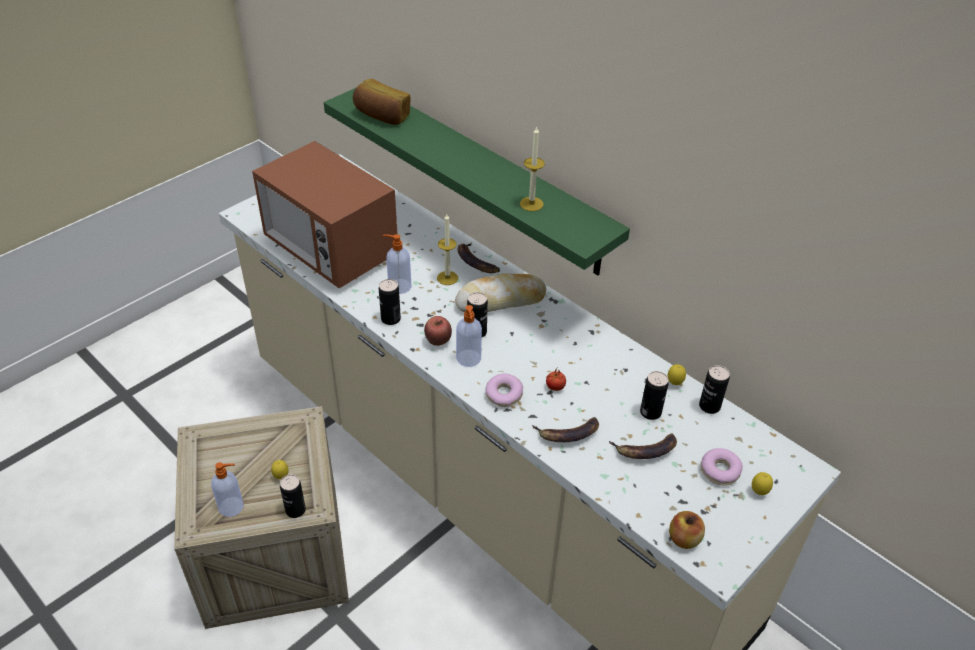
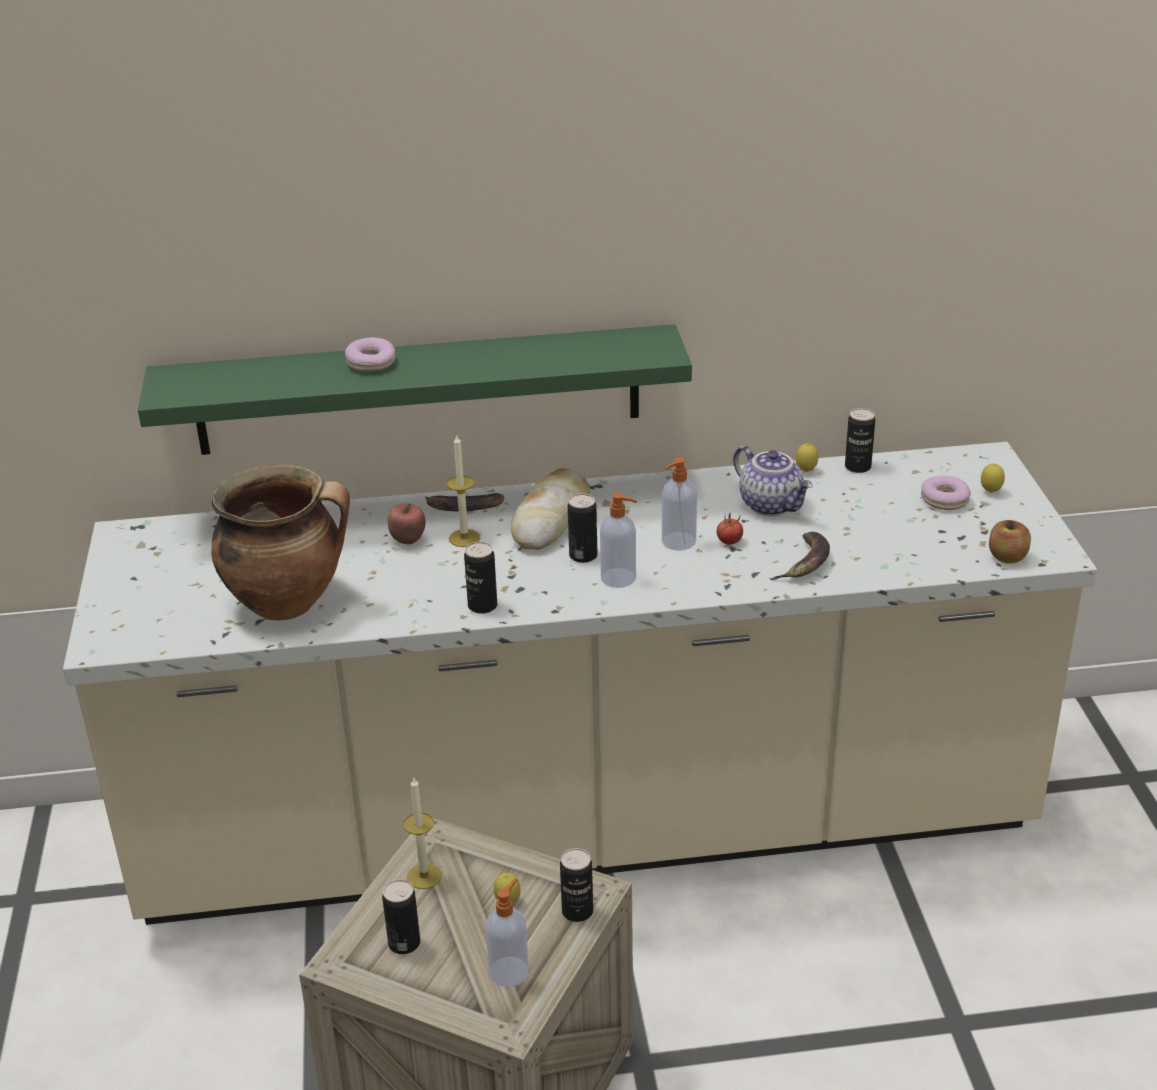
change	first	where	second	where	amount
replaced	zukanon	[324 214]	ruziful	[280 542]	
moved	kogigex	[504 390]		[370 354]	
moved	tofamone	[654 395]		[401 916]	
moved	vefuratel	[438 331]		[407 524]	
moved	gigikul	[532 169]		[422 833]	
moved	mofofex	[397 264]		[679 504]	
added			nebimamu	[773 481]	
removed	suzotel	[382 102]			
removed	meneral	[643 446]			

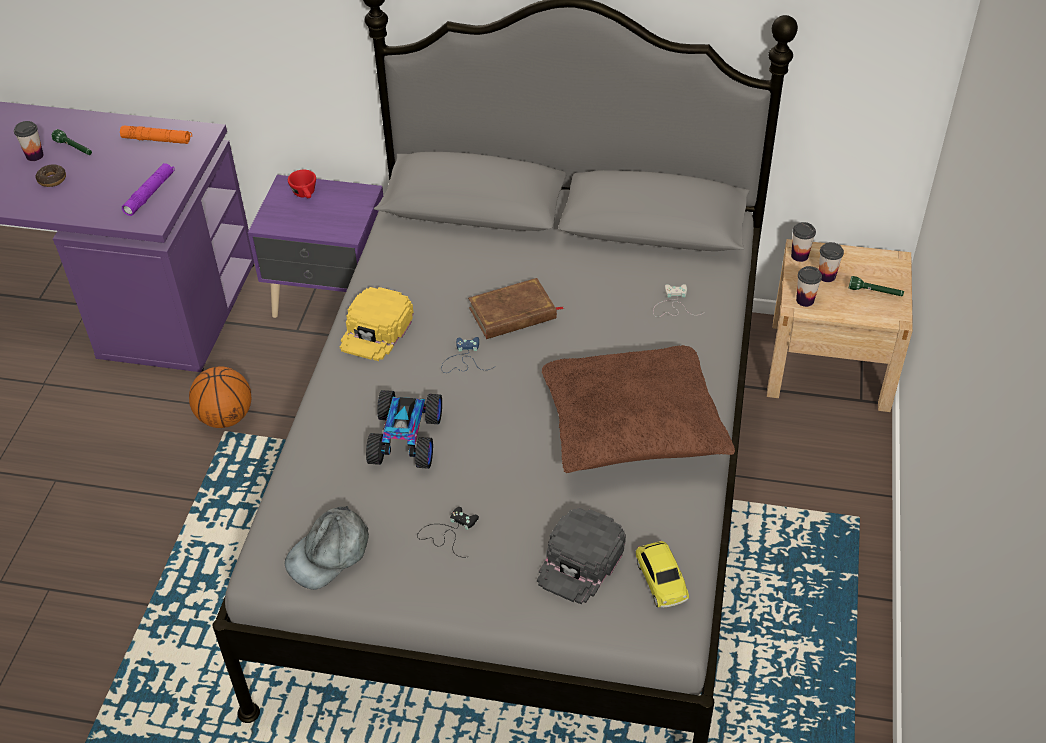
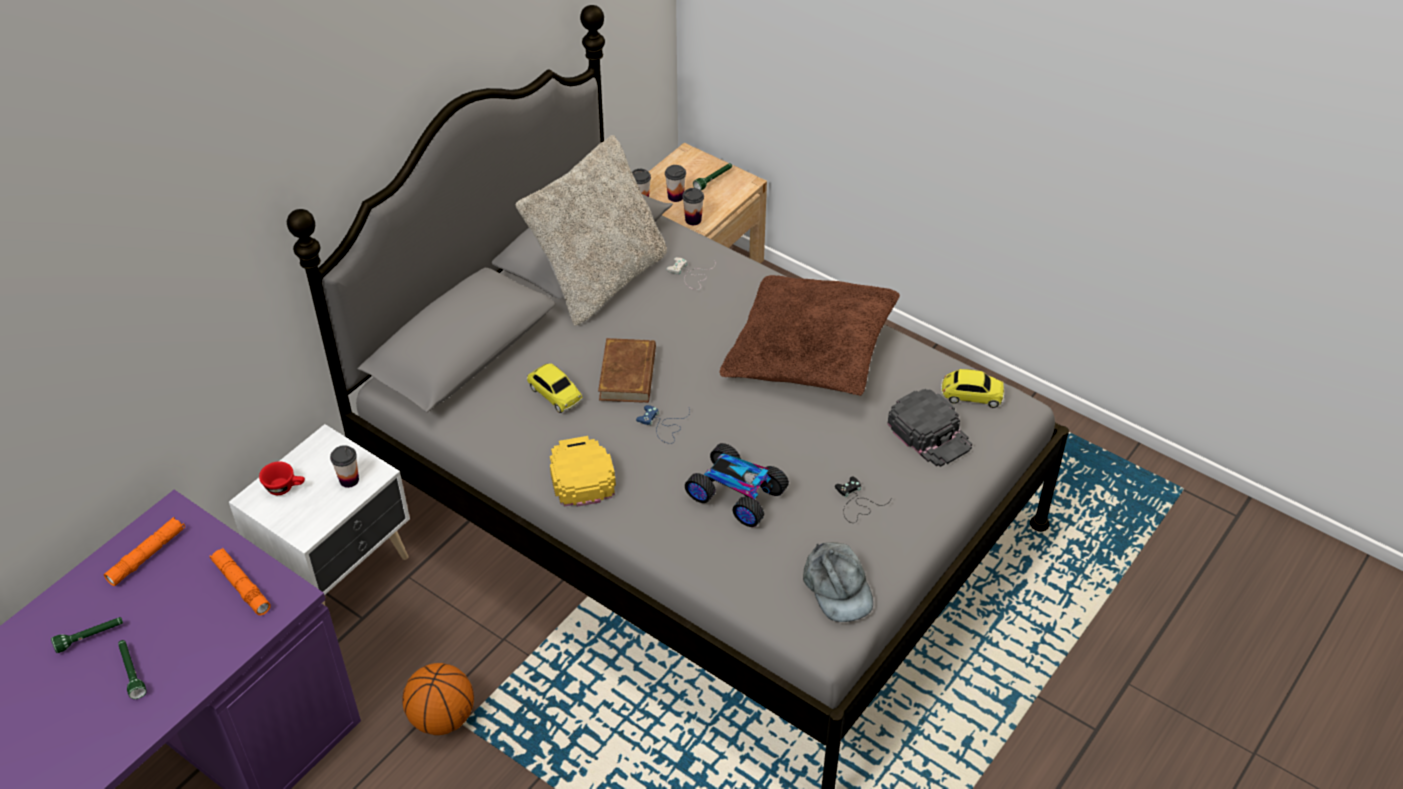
change	first	where	second	where	amount
replaced	kogigex	[50 175]	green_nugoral	[132 669]	
recoloured	purple_nugoral	[148 189]	orange_nugoral	[240 581]	
recoloured	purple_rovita	[315 246]	white_rovita	[319 514]	
moved	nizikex	[29 141]		[344 466]	
added			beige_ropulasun	[591 230]	
added			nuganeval	[555 388]	
turned	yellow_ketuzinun	[377 324]		[583 471]	150 degrees counterclockwise

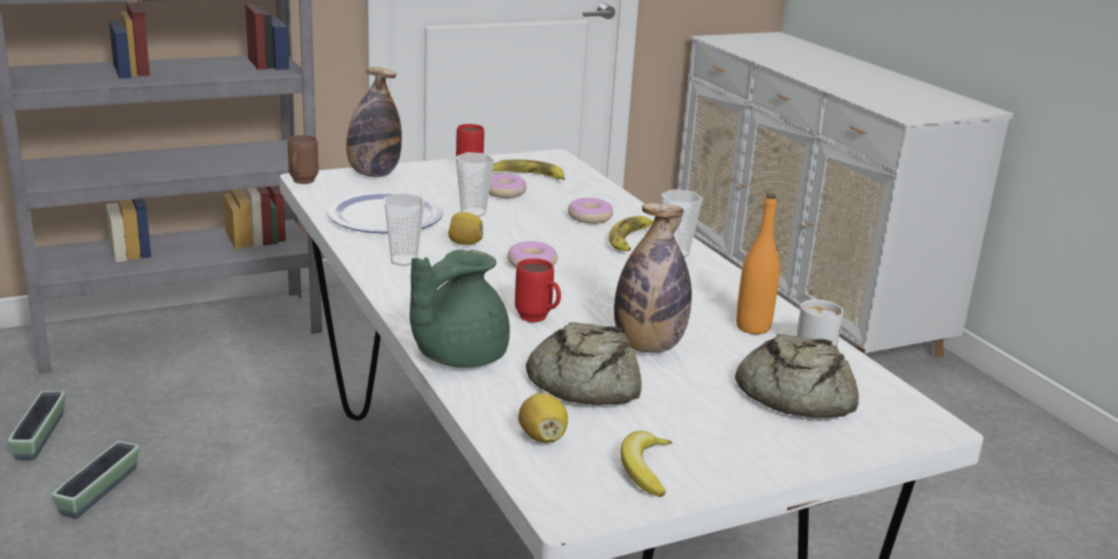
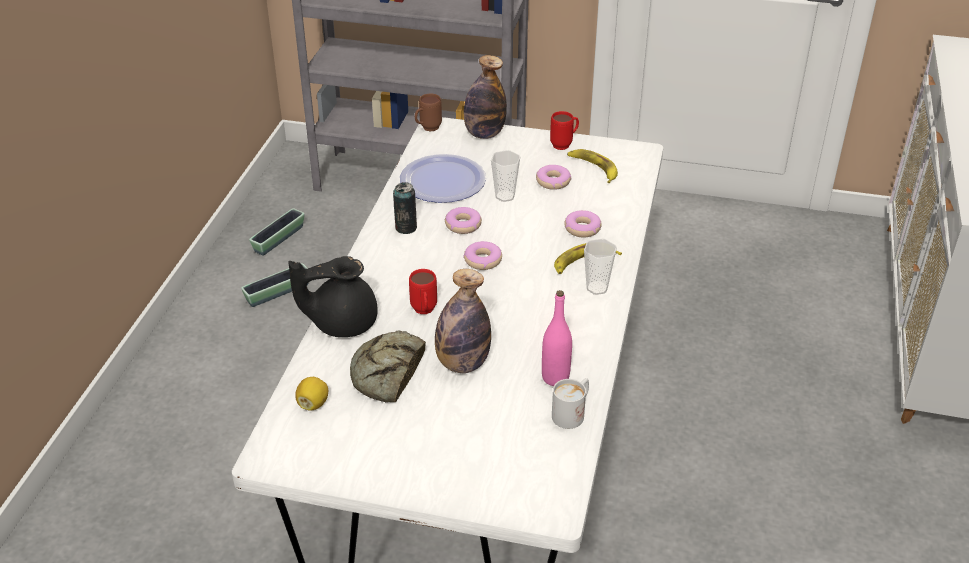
change	first	where	second	where	amount
recoloured	green_nebimamu	[460 309]	black_nebimamu	[333 296]	
replaced	nizikex	[404 229]	tofamone	[405 208]	
replaced	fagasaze	[465 228]	kogigex	[463 220]	
recoloured	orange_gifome	[758 263]	pink_gifome	[557 338]	
removed	meneral	[646 464]			
removed	suzotel	[797 376]			

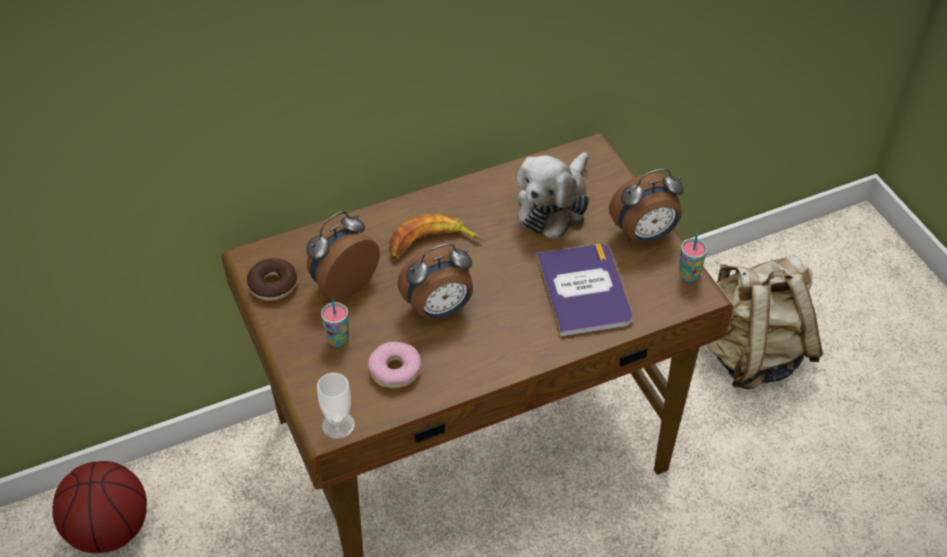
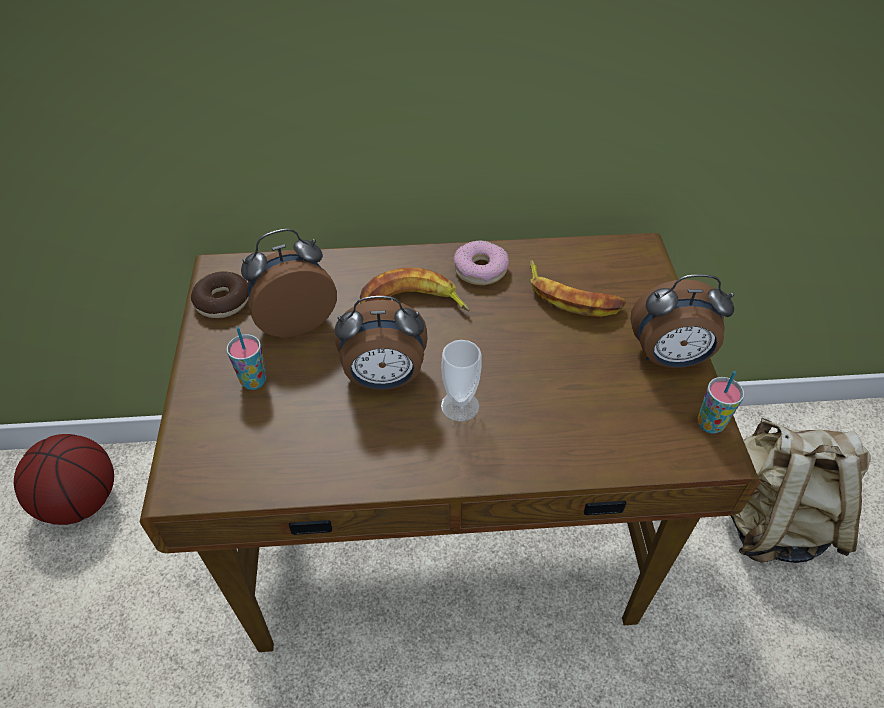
change	first	where	second	where	amount
moved	nizikex	[336 406]		[461 381]	
moved	kogigex	[394 365]		[481 262]	
replaced	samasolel	[553 196]	meneral	[578 288]	
removed	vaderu	[584 290]			

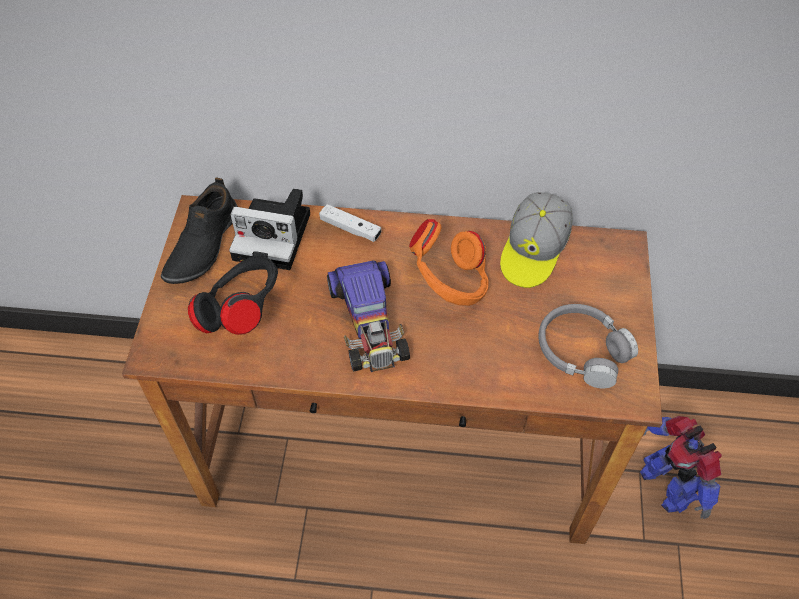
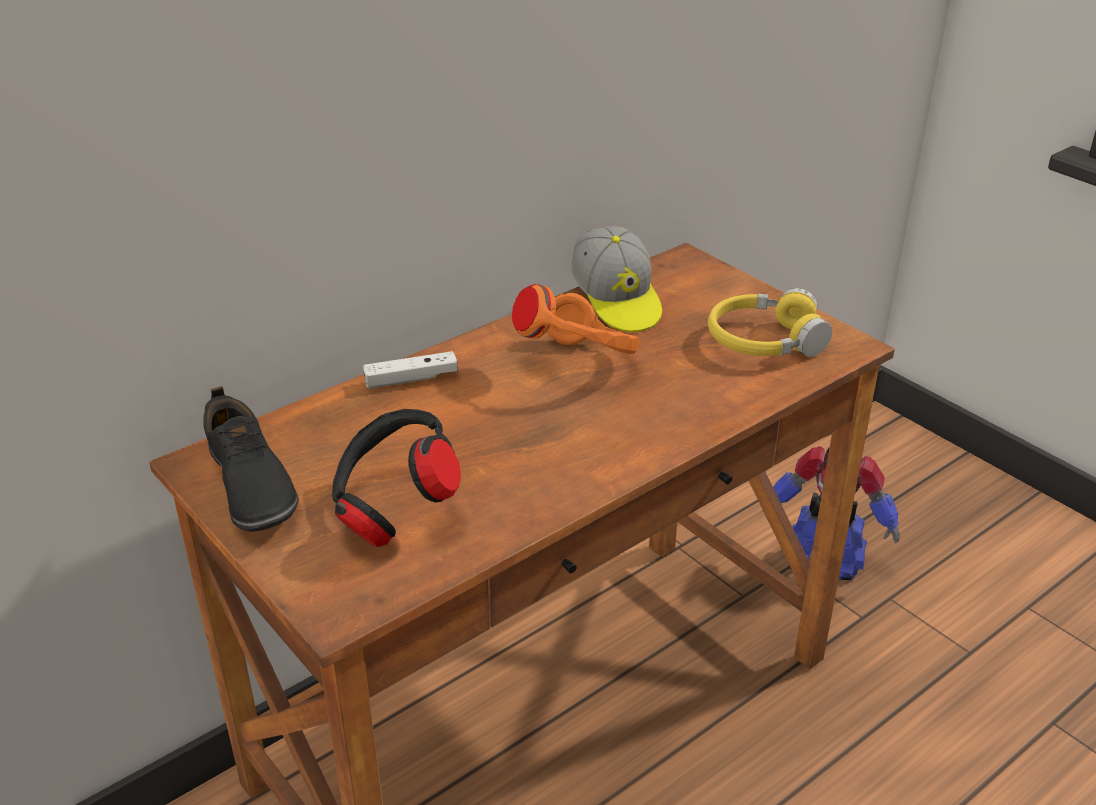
change	first	where	second	where	amount
recoloured	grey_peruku	[588 346]	yellow_peruku	[770 322]	
removed	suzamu	[269 229]			
removed	nuganeval	[368 316]			

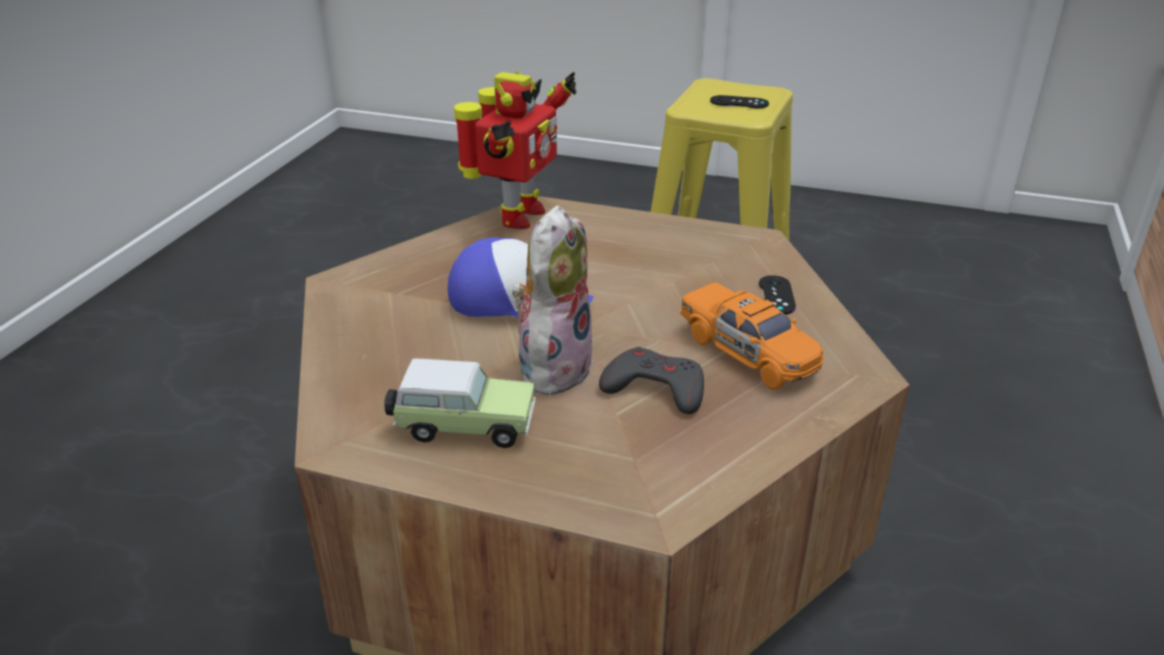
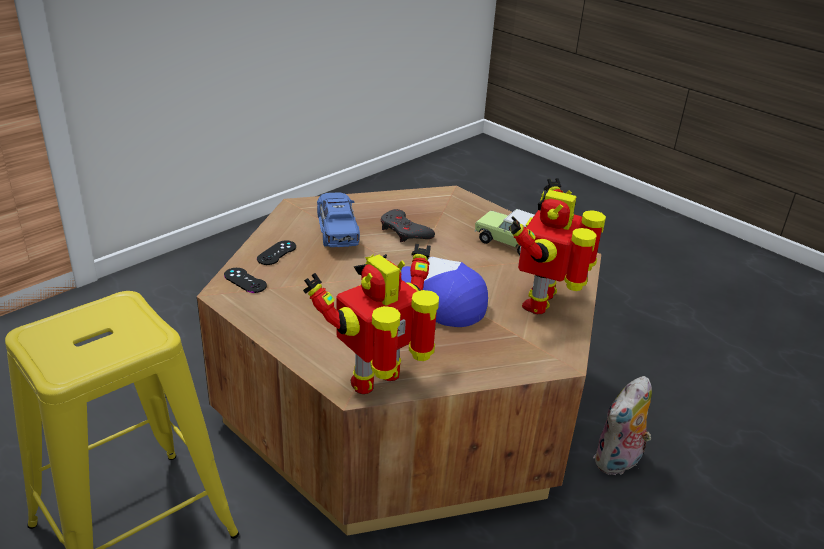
change	first	where	second	where	amount
moved	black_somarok	[739 101]		[245 280]	
recoloured	orange_nuganeval	[752 336]	blue_nuganeval	[338 219]	
added			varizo	[557 246]	
moved	samasolel	[553 300]		[623 425]	

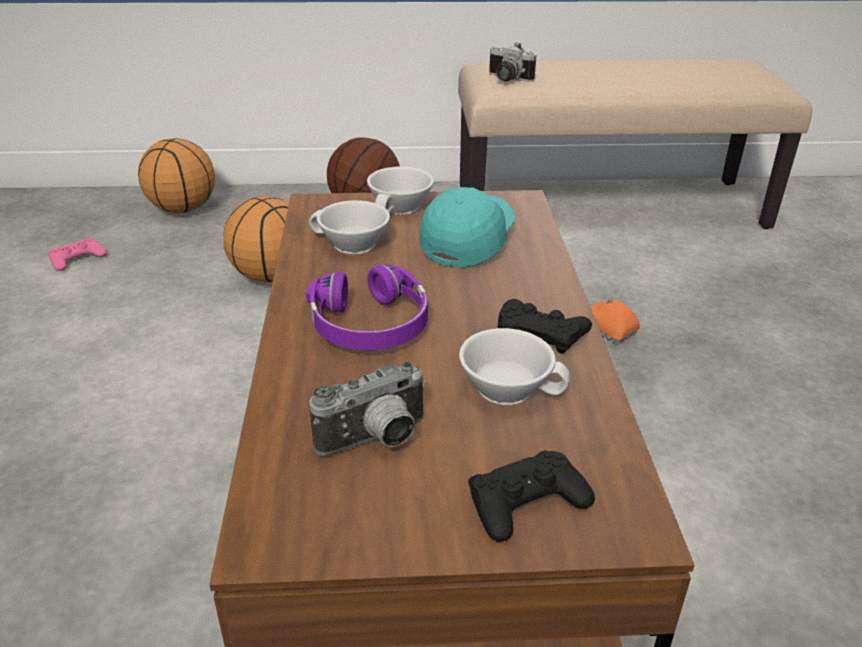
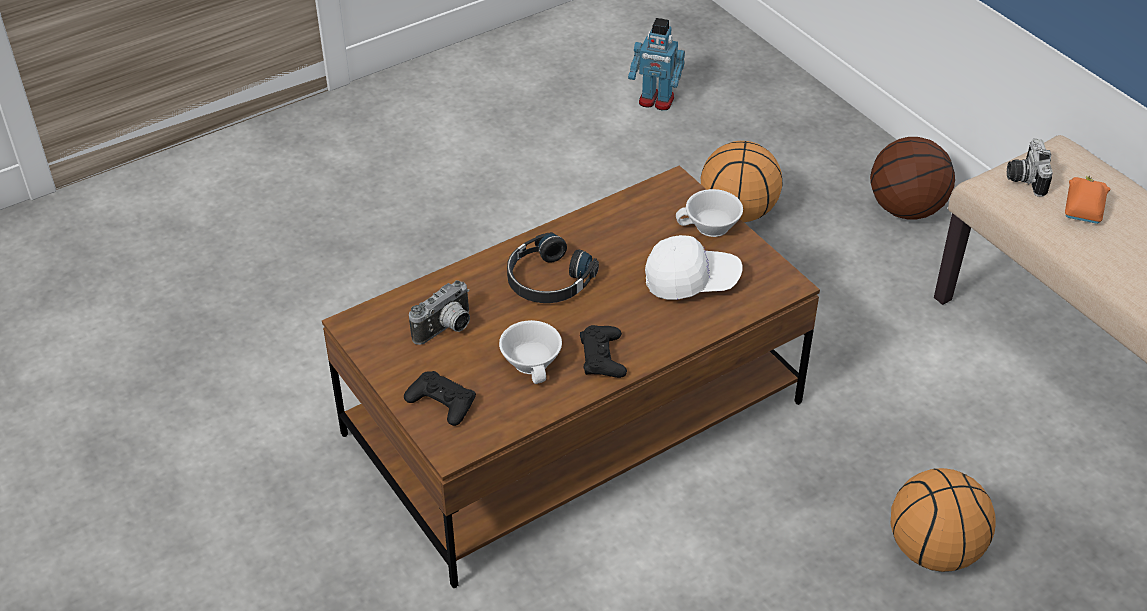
change	first	where	second	where	amount
turned	suzamu	[368 408]		[439 312]	75 degrees counterclockwise
recoloured	purple_peruku	[367 307]	black_peruku	[553 267]	
replaced	pink_somarok	[77 254]	varizo	[656 64]	
recoloured	turquoise_ketuzinun	[467 227]	white_ketuzinun	[694 267]	
moved	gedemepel	[176 175]		[943 520]	
moved	orange_nuganeval	[615 321]		[1087 199]	
removed	white_nizikex	[349 227]			

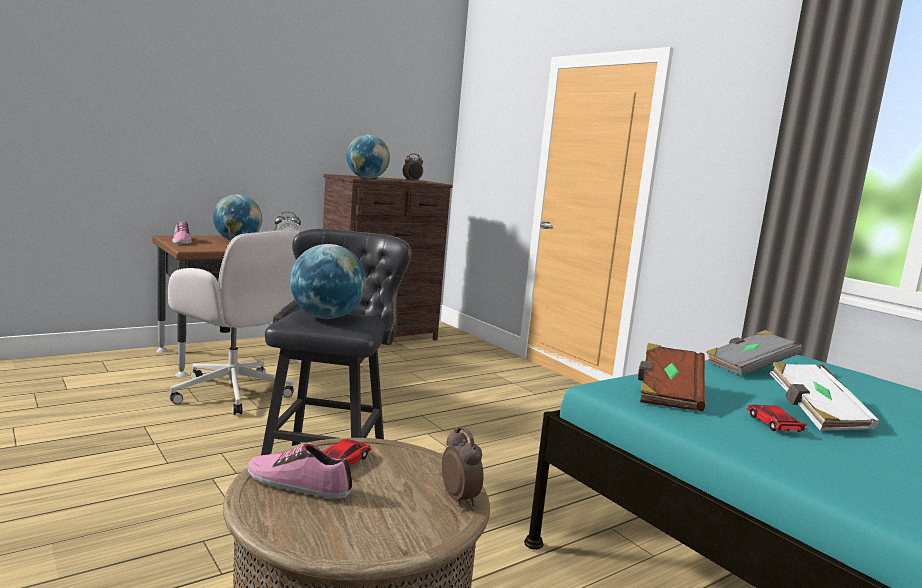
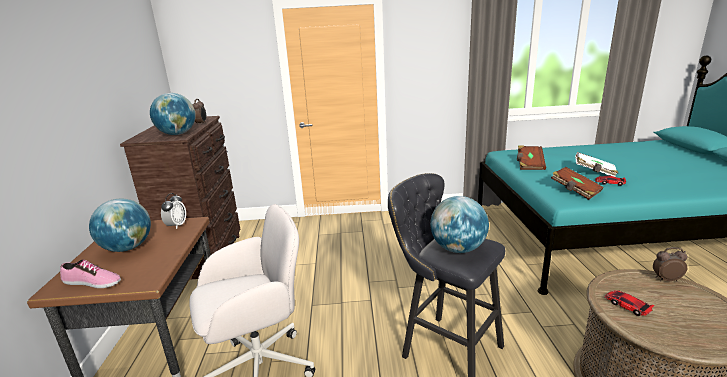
change	first	where	second	where	amount
recoloured	grey_vaderu	[754 353]	brown_vaderu	[531 157]	
removed	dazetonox	[300 471]			

